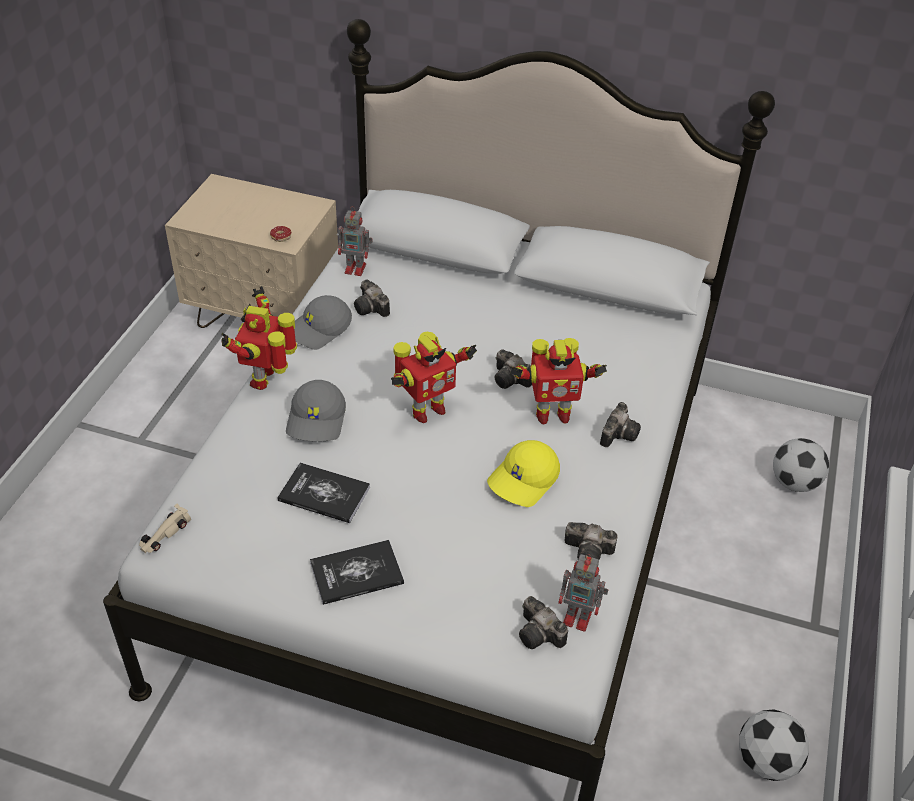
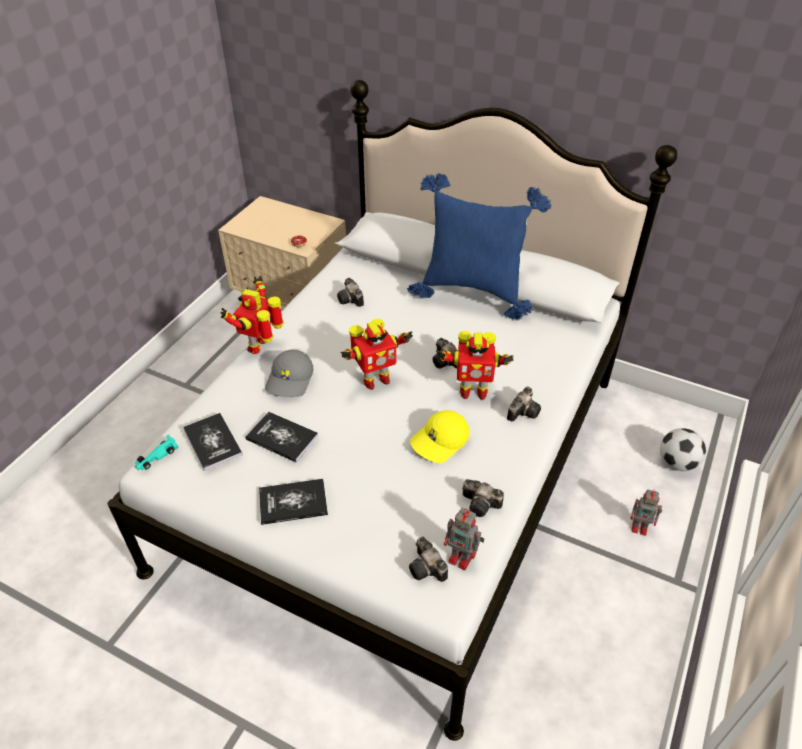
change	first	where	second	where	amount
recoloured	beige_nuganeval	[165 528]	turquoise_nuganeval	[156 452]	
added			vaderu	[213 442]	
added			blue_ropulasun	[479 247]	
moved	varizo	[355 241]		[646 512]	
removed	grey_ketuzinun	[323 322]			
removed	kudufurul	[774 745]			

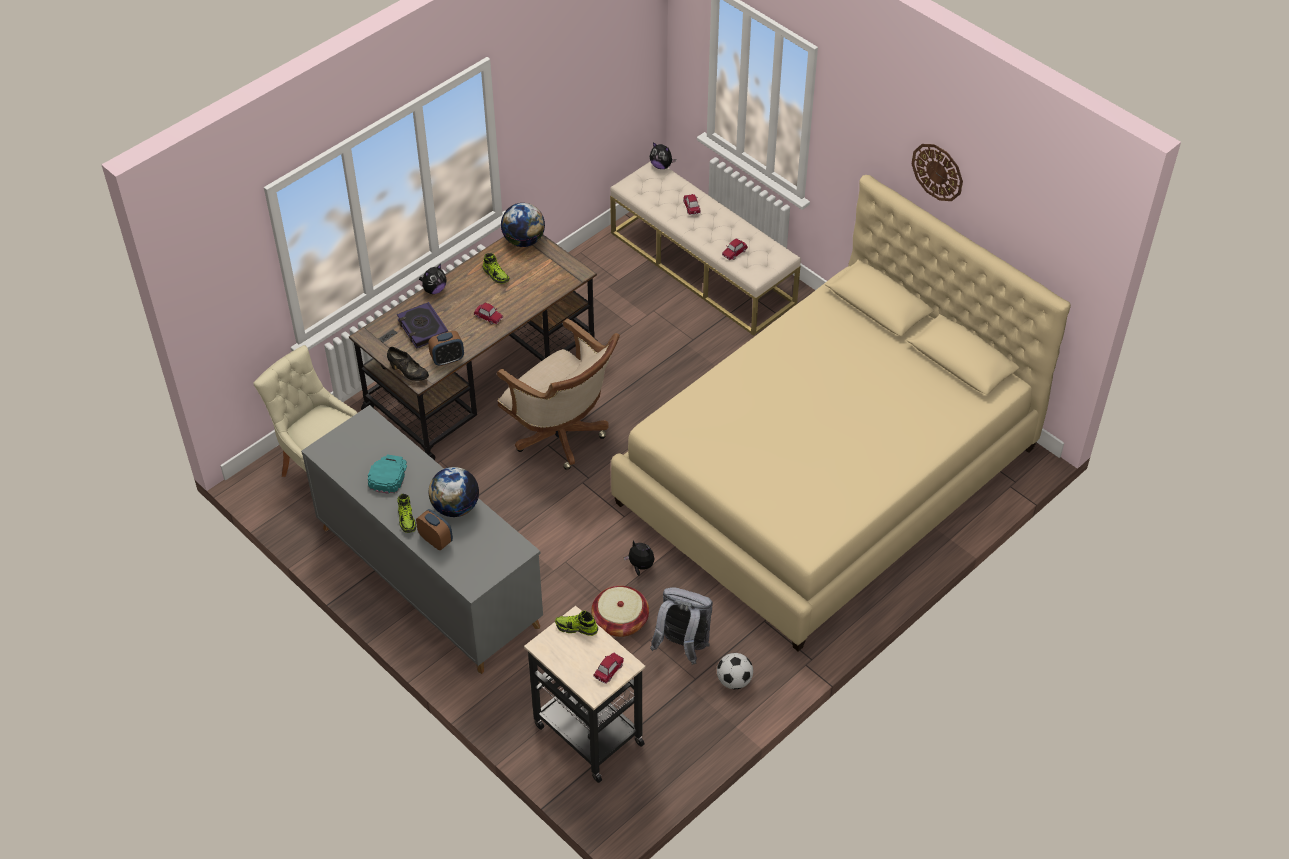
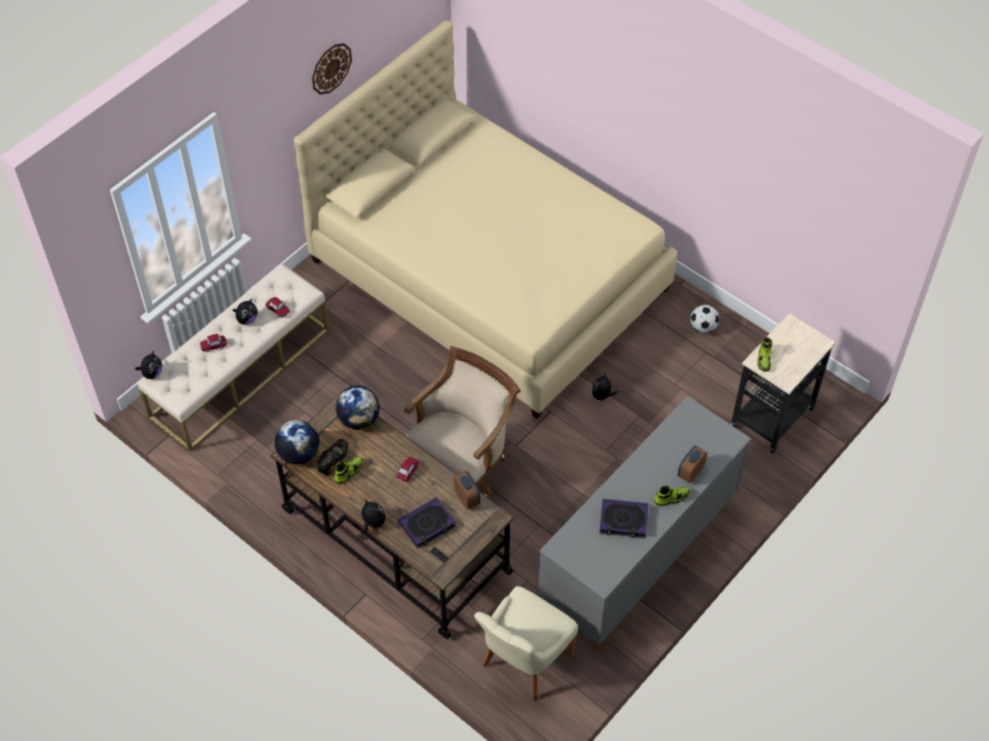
change	first	where	second	where	amount
added			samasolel	[245 311]	
moved	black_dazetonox	[408 364]		[332 457]	
moved	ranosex	[454 492]		[357 408]	
replaced	turquoise_ketuzinun	[387 474]	vaderu	[624 518]	
removed	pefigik	[620 611]			
removed	nuganeval	[608 668]			
removed	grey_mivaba	[681 626]			

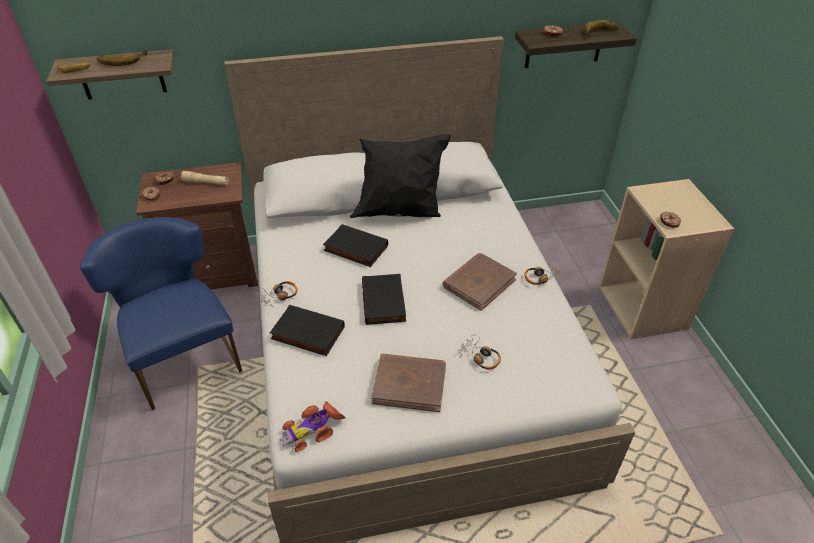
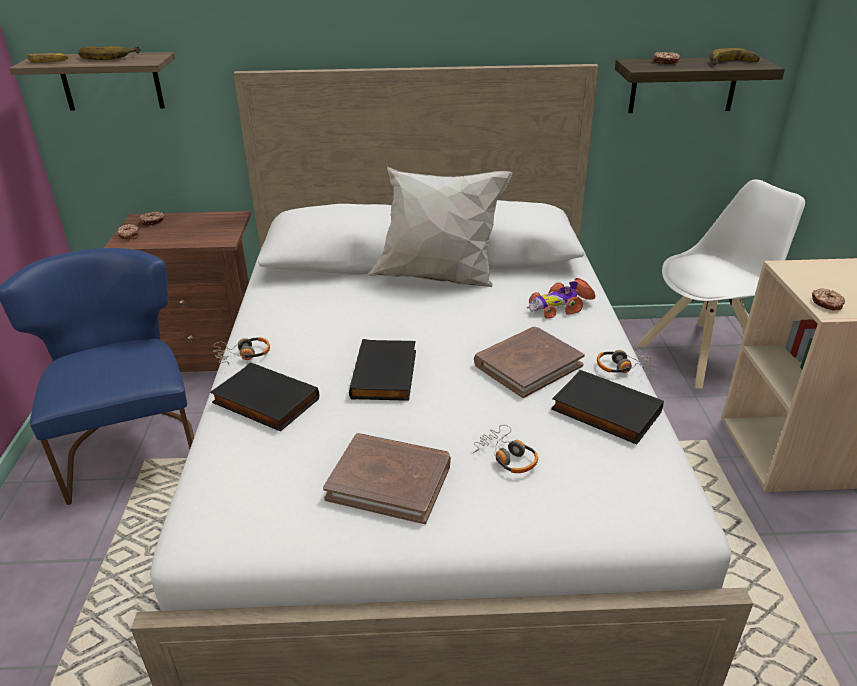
change	first	where	second	where	amount
recoloured	black_ropulasun	[400 176]	white_ropulasun	[440 227]	
moved	nuganeval	[312 426]		[561 298]	
moved	black_vaderu	[355 245]		[607 407]	
added			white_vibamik	[720 284]	
removed	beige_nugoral	[205 178]			

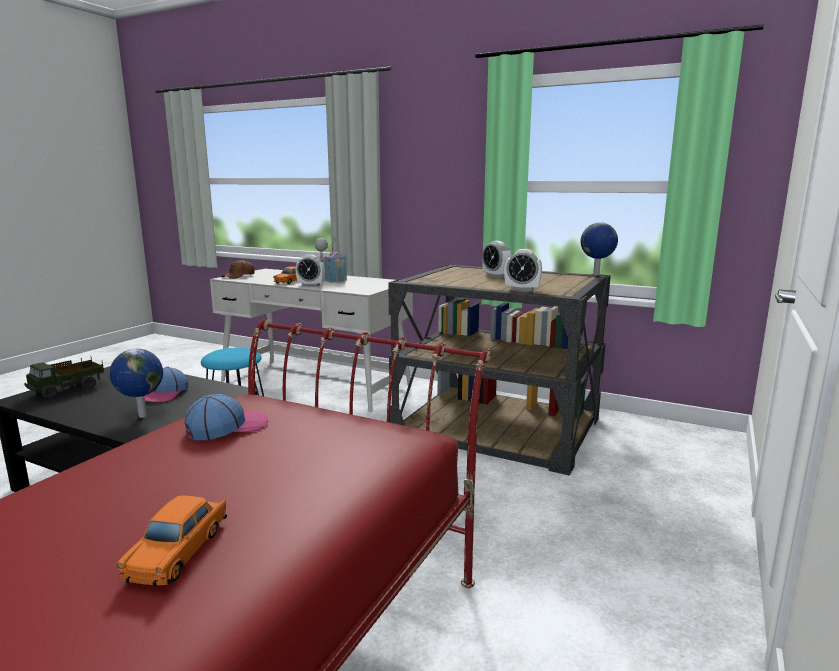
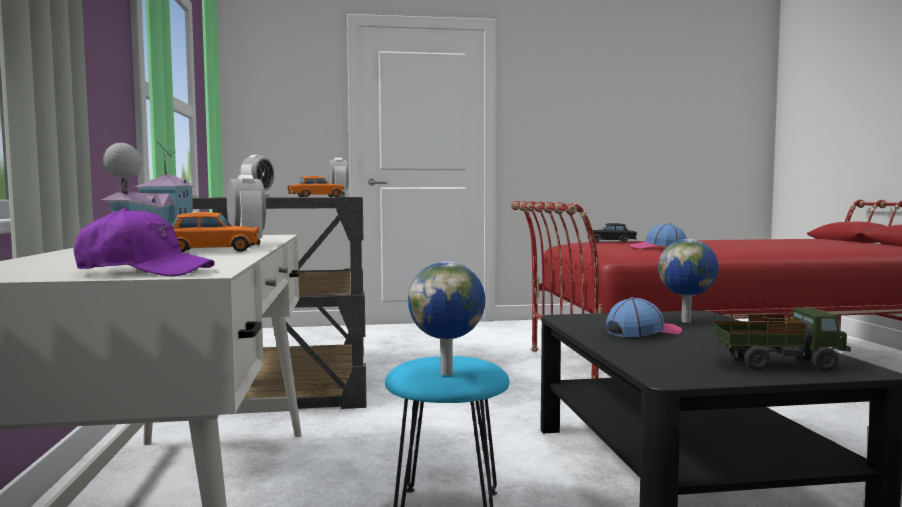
change	first	where	second	where	amount
recoloured	brown_ketuzinun	[238 269]	purple_ketuzinun	[144 242]	
moved	orange_nuganeval	[171 541]		[316 186]	
moved	ranosex	[599 249]		[446 319]	
added			black_nuganeval	[612 232]	

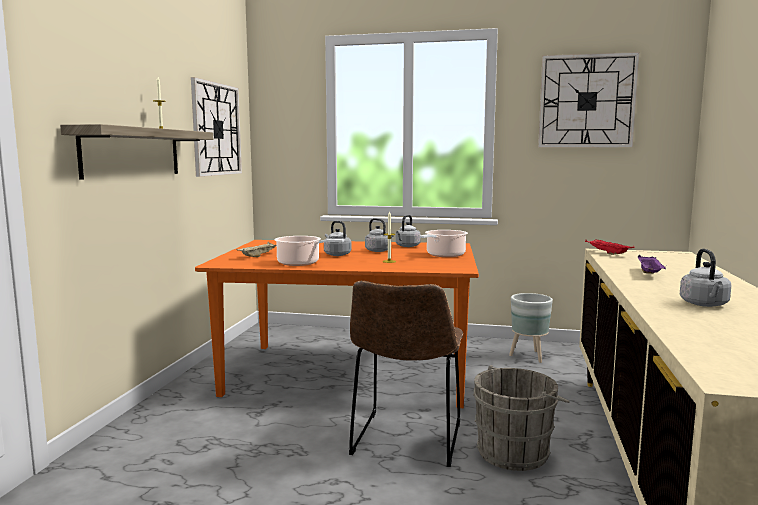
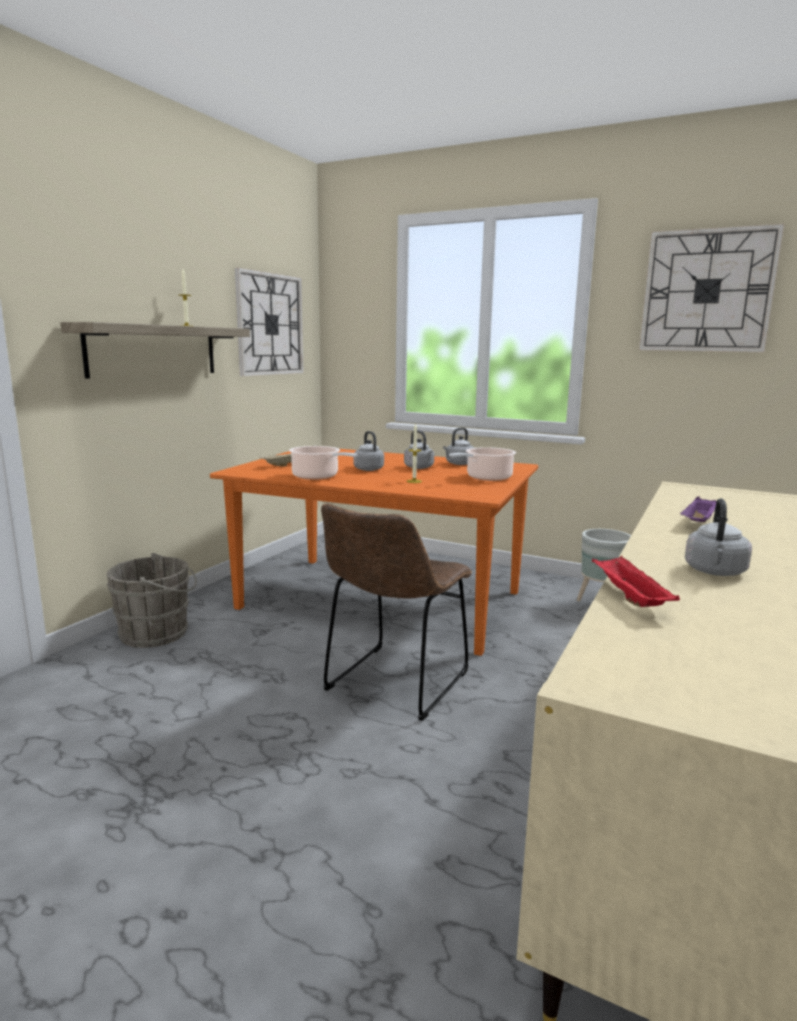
change	first	where	second	where	amount
moved	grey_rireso	[521 418]		[152 600]	
moved	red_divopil	[610 247]		[636 581]	

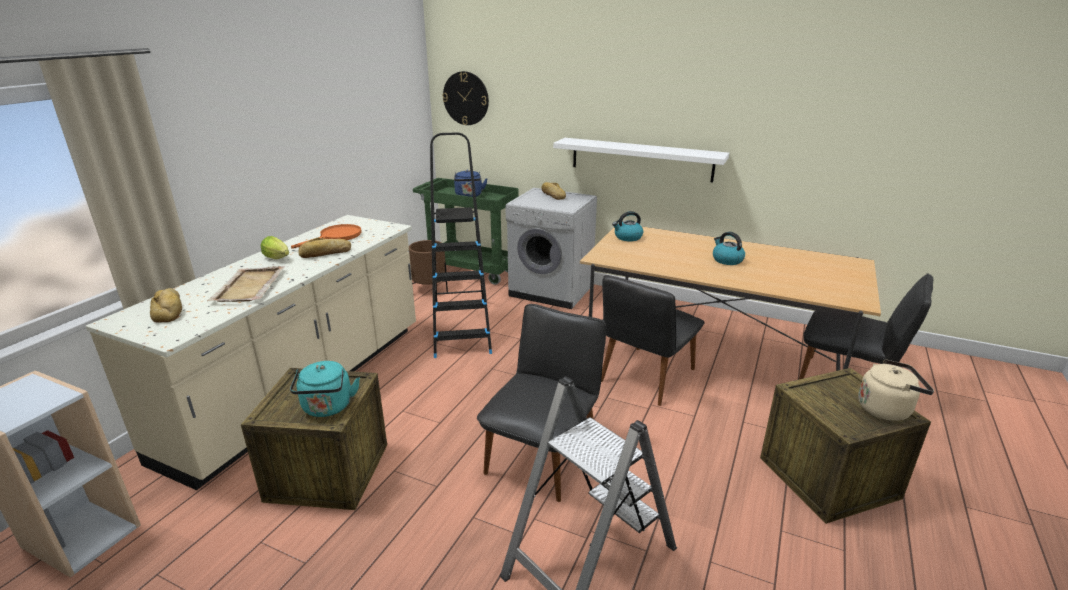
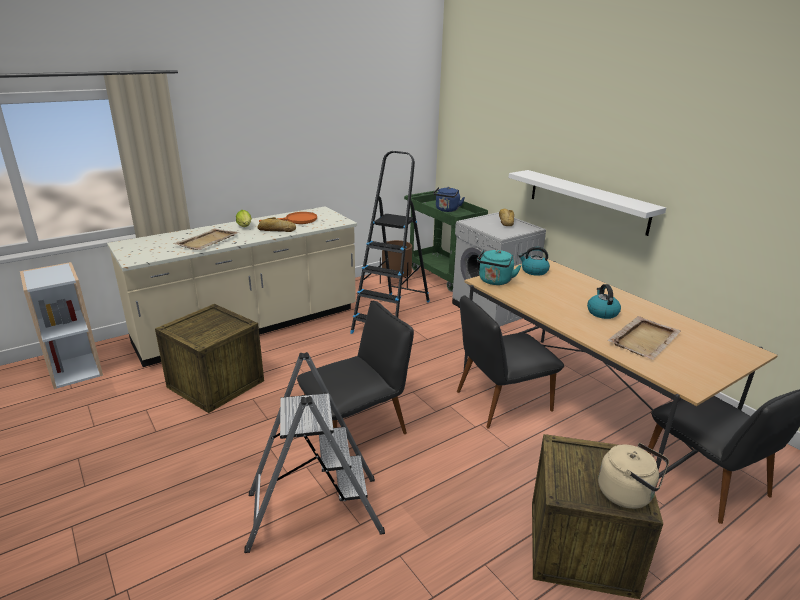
change	first	where	second	where	amount
moved	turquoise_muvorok	[325 389]		[499 267]	
added			beige_divopil	[644 338]	
removed	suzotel	[166 305]			
removed	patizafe	[465 98]			

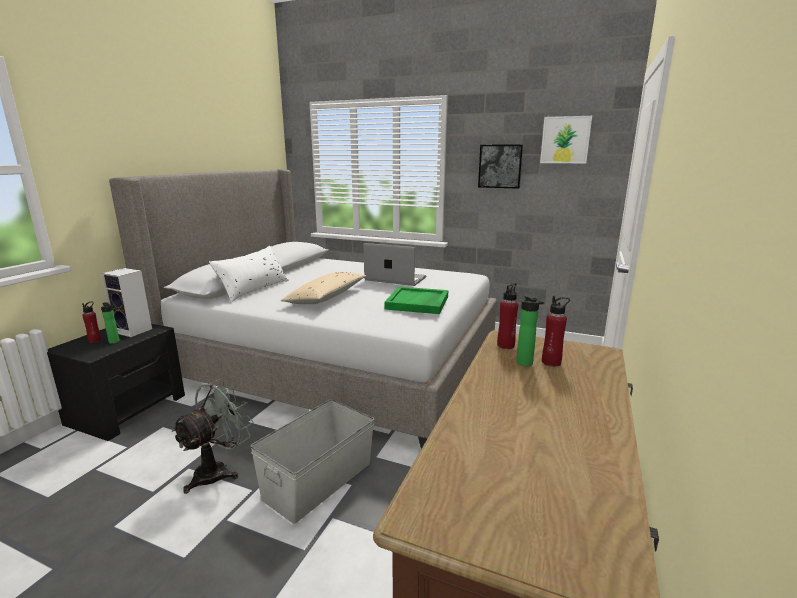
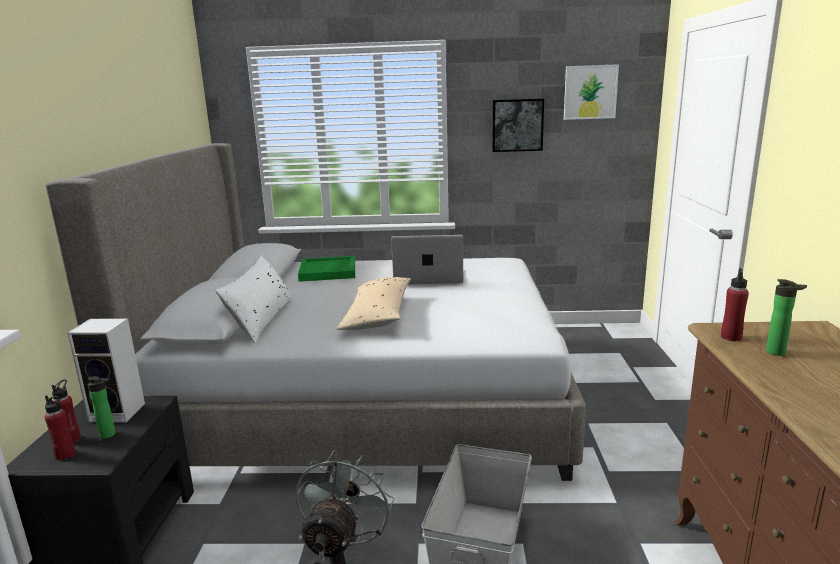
change	first	where	second	where	amount
moved	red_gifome	[556 331]		[60 427]	
moved	green_divopil	[416 300]		[326 269]	

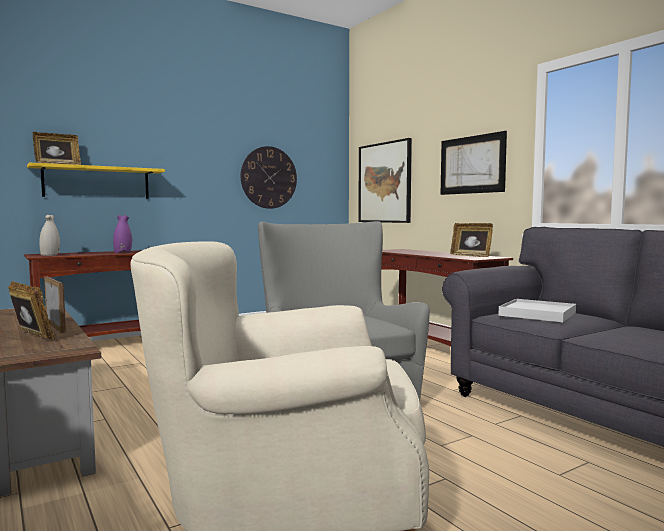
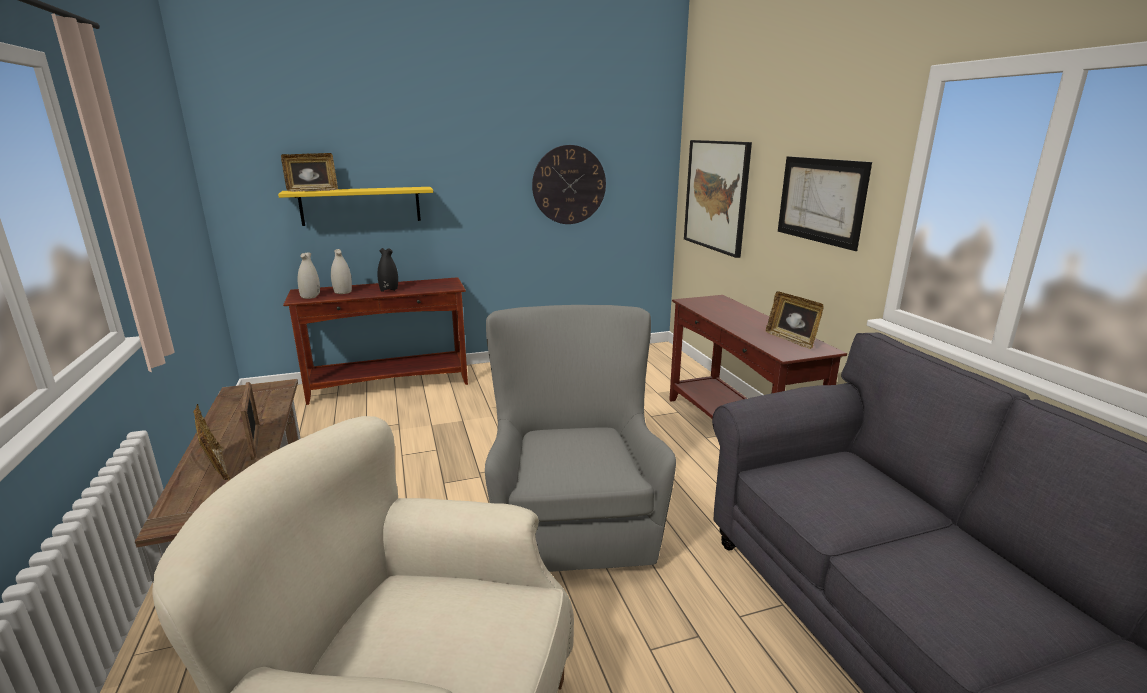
change	first	where	second	where	amount
added			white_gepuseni	[341 271]	
recoloured	purple_gepuseni	[122 234]	black_gepuseni	[388 270]	
removed	white_divopil	[537 311]			

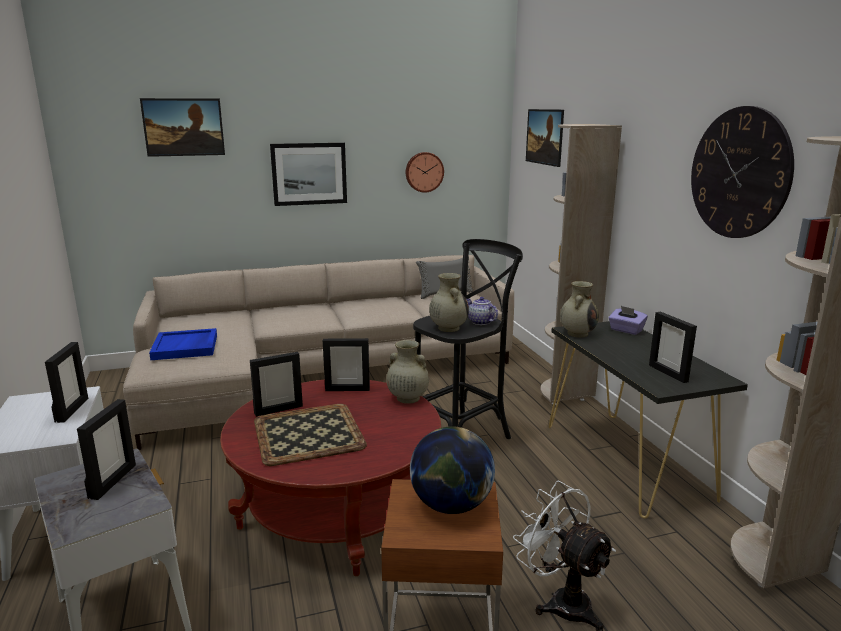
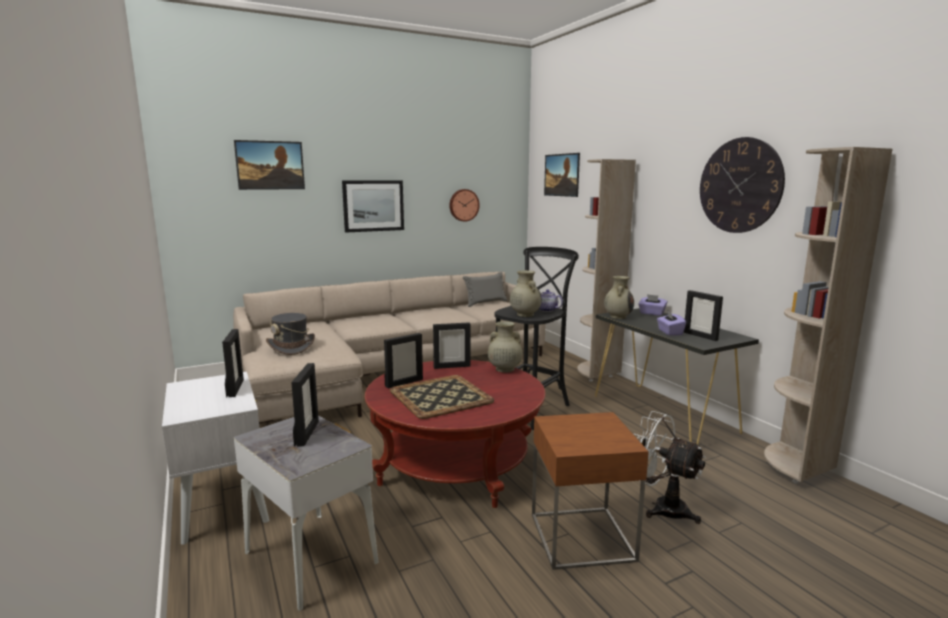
change	first	where	second	where	amount
replaced	blue_divopil	[183 344]	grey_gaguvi	[290 334]	
added			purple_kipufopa	[671 323]	
removed	ranosex	[452 470]			

